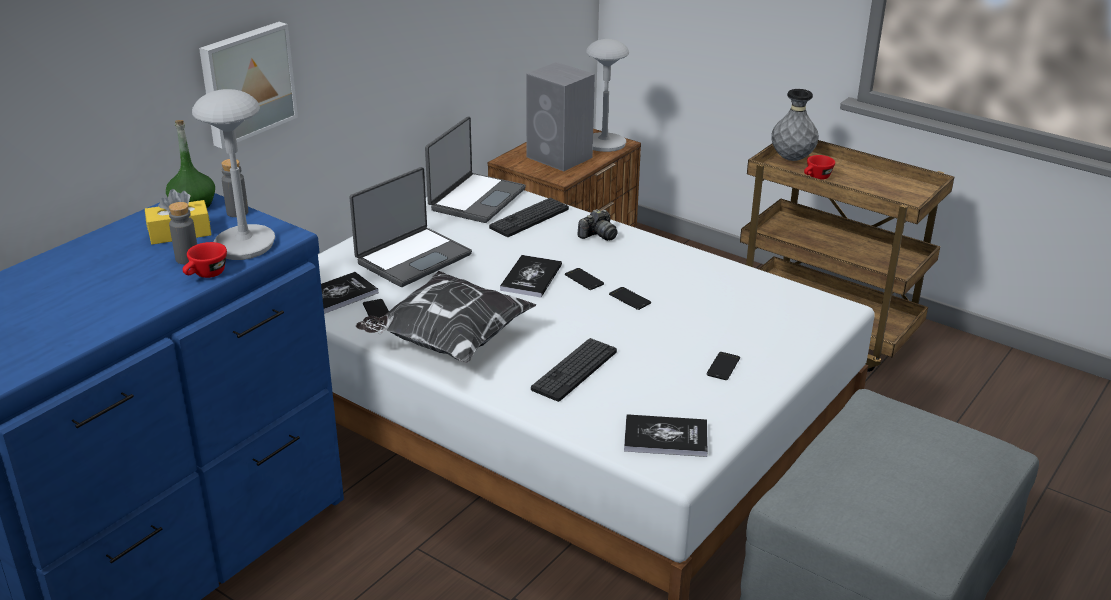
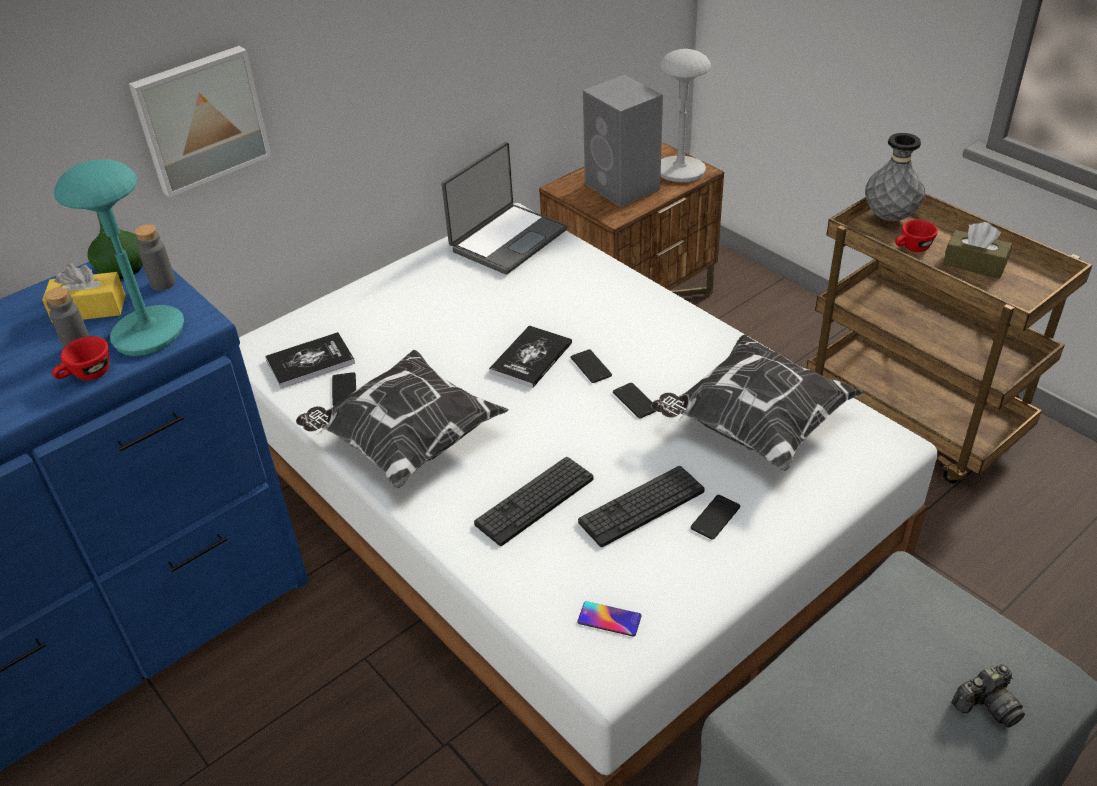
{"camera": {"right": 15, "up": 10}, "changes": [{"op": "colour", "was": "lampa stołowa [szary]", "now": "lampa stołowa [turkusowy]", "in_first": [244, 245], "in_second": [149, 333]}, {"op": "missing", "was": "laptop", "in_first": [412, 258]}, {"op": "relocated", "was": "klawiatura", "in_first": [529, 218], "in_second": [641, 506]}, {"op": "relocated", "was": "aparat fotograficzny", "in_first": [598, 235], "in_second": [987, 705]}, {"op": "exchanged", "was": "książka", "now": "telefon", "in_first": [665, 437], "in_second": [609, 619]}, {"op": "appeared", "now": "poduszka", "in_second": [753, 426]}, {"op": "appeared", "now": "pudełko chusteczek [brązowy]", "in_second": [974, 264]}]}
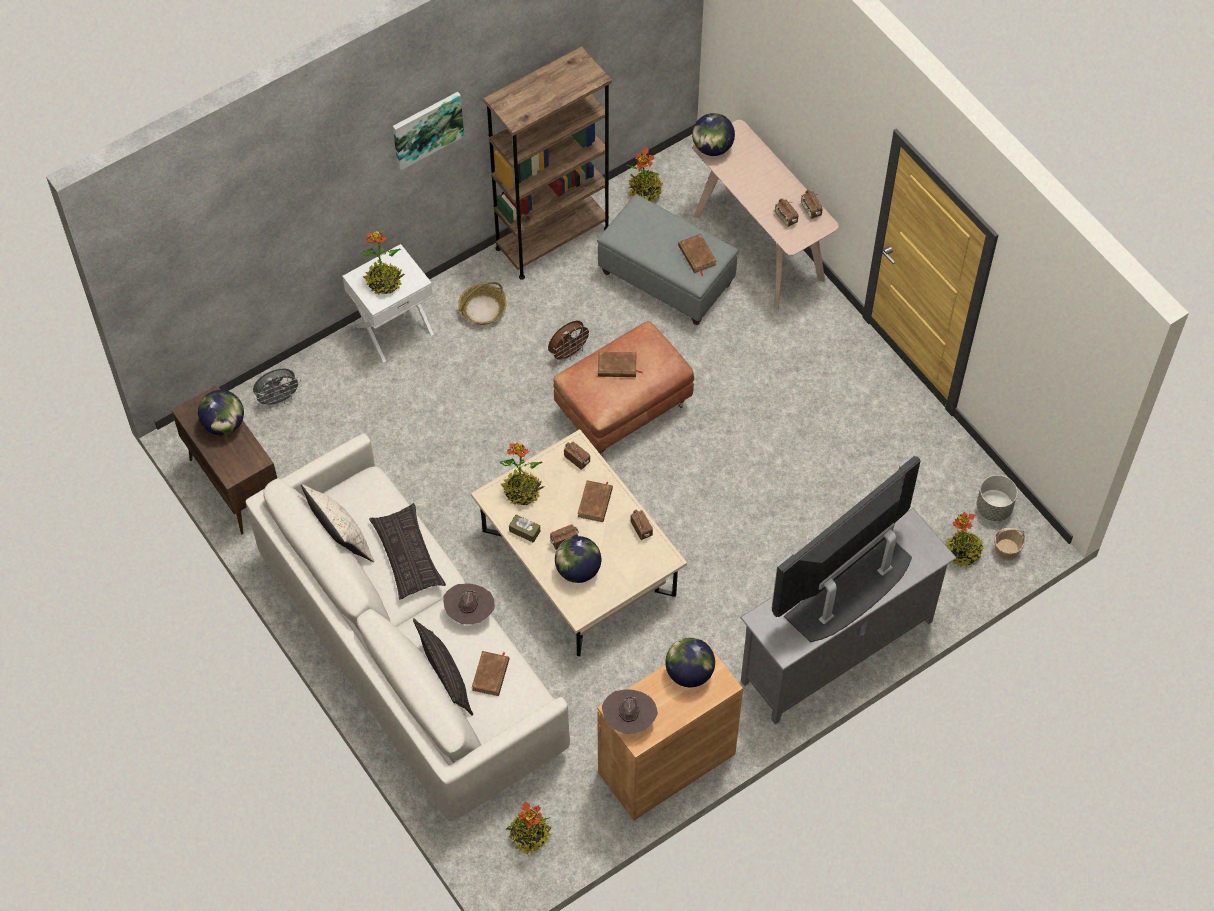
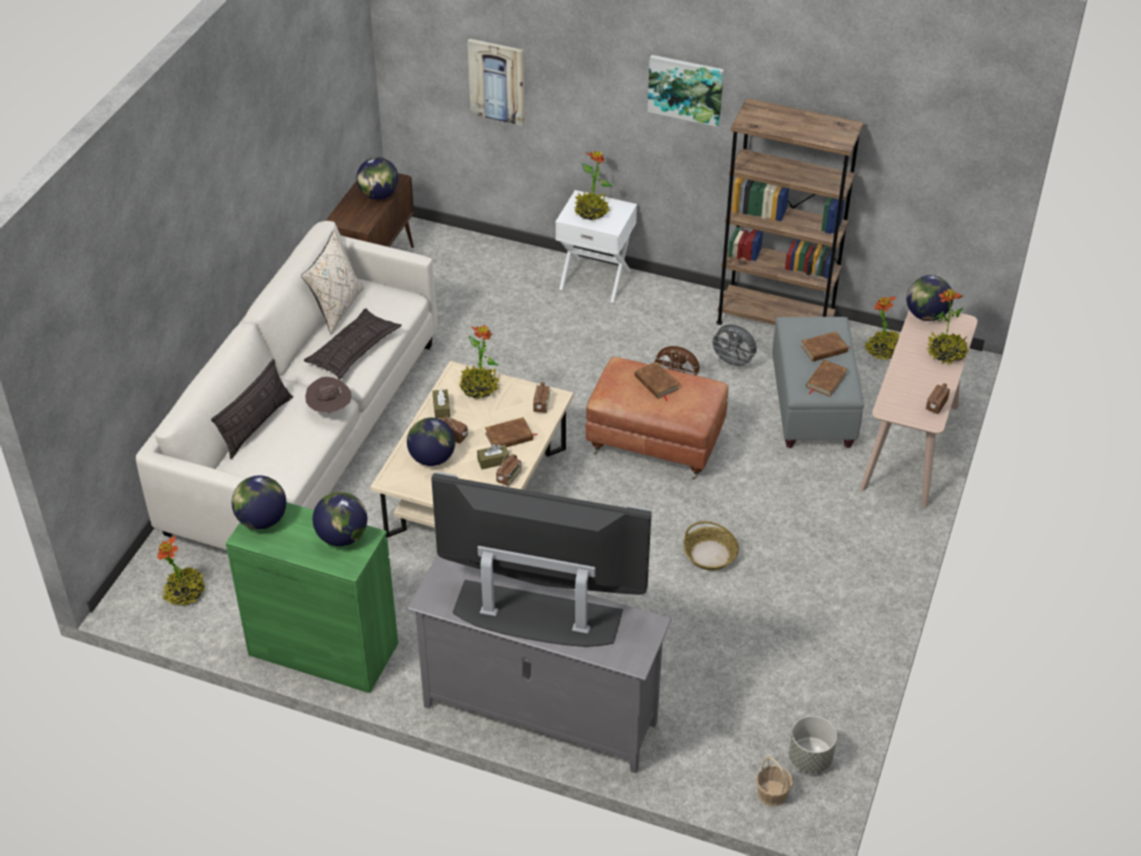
{"camera": {"right": 55, "up": -15}, "changes": [{"op": "relocated", "was": "wentylator [szary]", "in_first": [278, 399], "in_second": [733, 363]}, {"op": "relocated", "was": "koszyk", "in_first": [482, 309], "in_second": [710, 554]}, {"op": "relocated", "was": "książka [brązowy]", "in_first": [491, 675], "in_second": [824, 349]}, {"op": "colour", "was": "szafka [brązowy]", "now": "szafka [zielony]", "in_first": [666, 763], "in_second": [323, 649]}, {"op": "exchanged", "was": "kapelusz [brązowy]", "now": "globus", "in_first": [629, 719], "in_second": [261, 520]}, {"op": "missing", "was": "radio", "in_first": [785, 218]}, {"op": "relocated", "was": "roślina doniczkowa", "in_first": [962, 552], "in_second": [946, 353]}, {"op": "appeared", "now": "obraz", "in_second": [497, 81]}, {"op": "appeared", "now": "pudełko chusteczek [brązowy]", "in_second": [493, 461]}]}
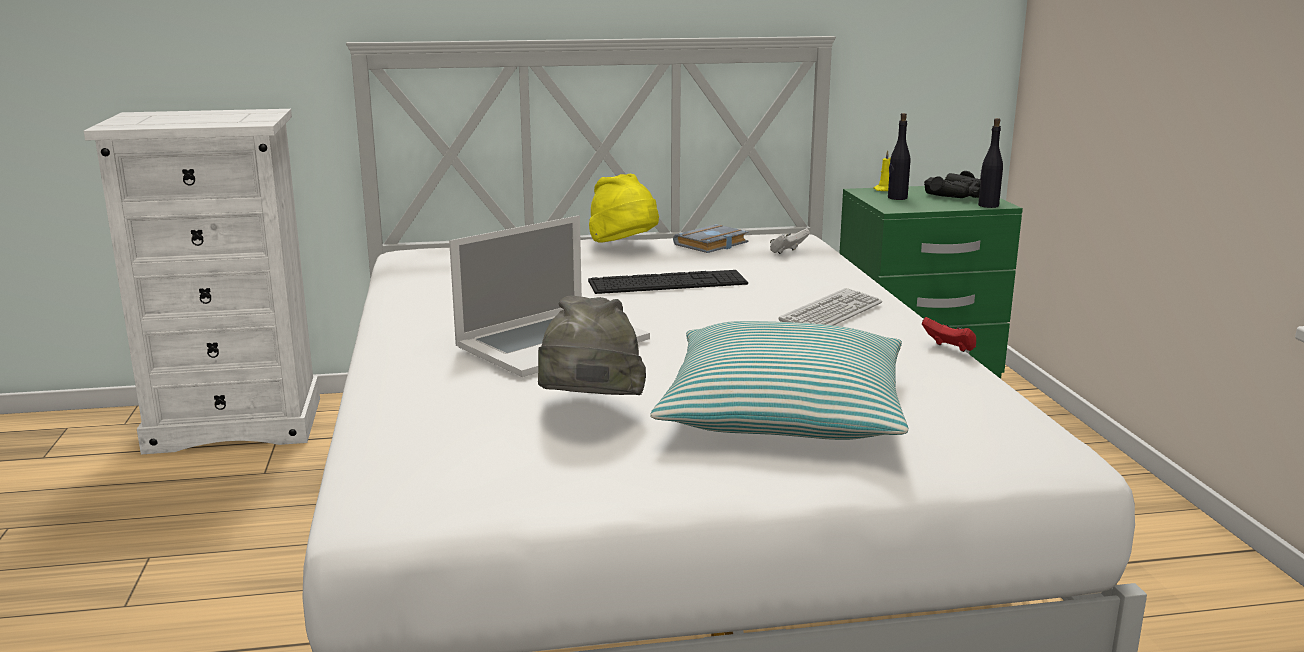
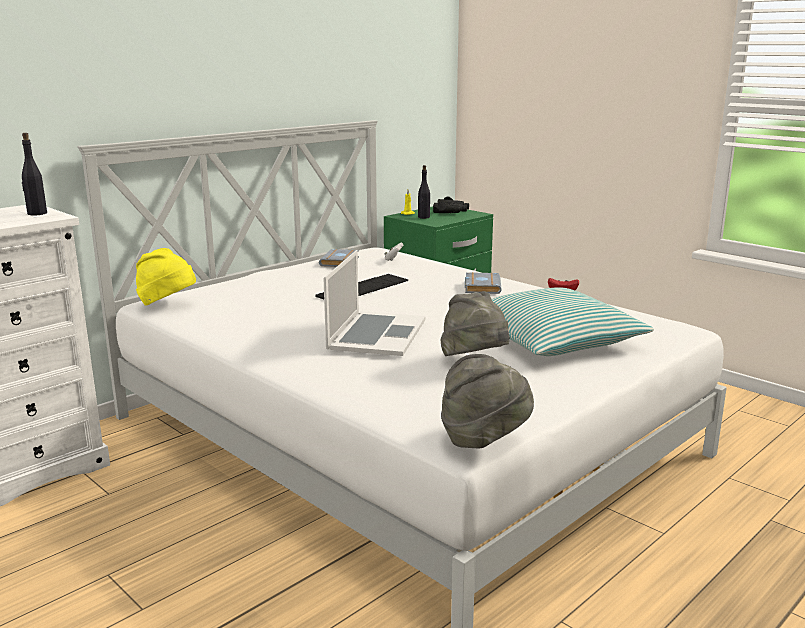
{"camera": {"right": -35, "up": 0}, "changes": [{"op": "relocated", "was": "kapelusz [żółty]", "in_first": [625, 246], "in_second": [168, 305]}, {"op": "exchanged", "was": "klawiatura", "now": "książka [szary]", "in_first": [831, 313], "in_second": [480, 287]}, {"op": "relocated", "was": "butelka [czarny]", "in_first": [988, 205], "in_second": [37, 213]}, {"op": "appeared", "now": "kapelusz [szary]", "in_second": [484, 439]}]}
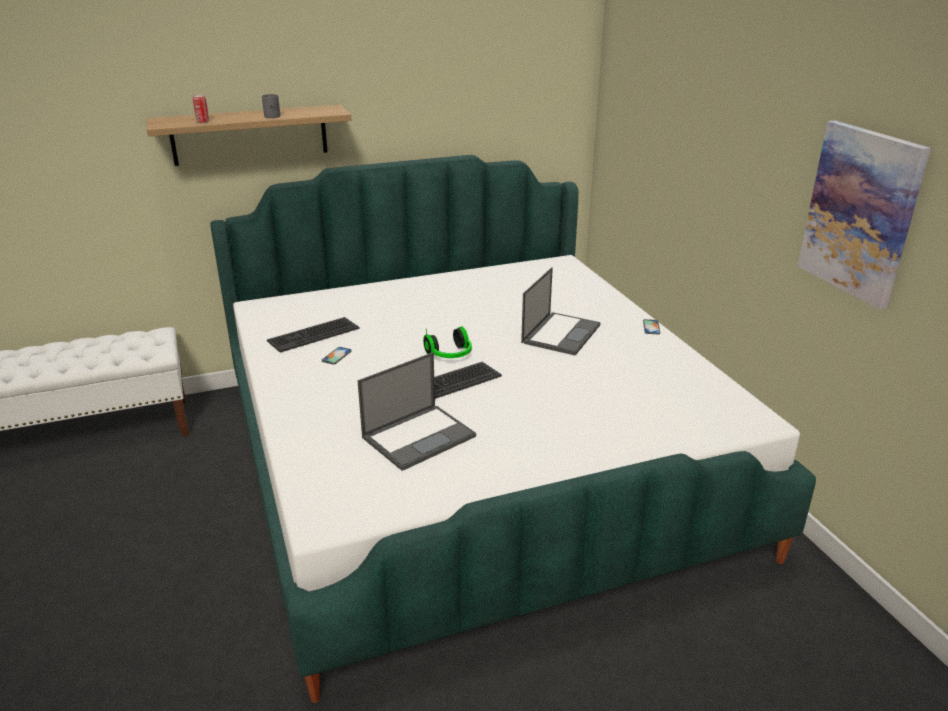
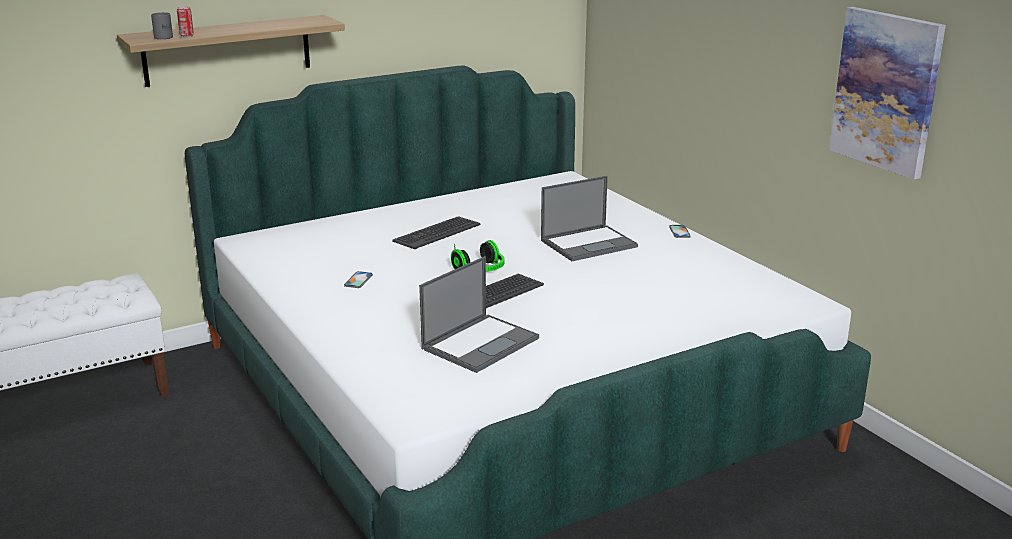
{"camera": {"right": -10, "up": -5}, "changes": [{"op": "relocated", "was": "kubek [szary]", "in_first": [273, 116], "in_second": [165, 37]}, {"op": "relocated", "was": "klawiatura", "in_first": [313, 335], "in_second": [436, 233]}, {"op": "spun", "was": "laptop", "in_first": [561, 333], "in_second": [589, 243], "clockwise": 45}]}
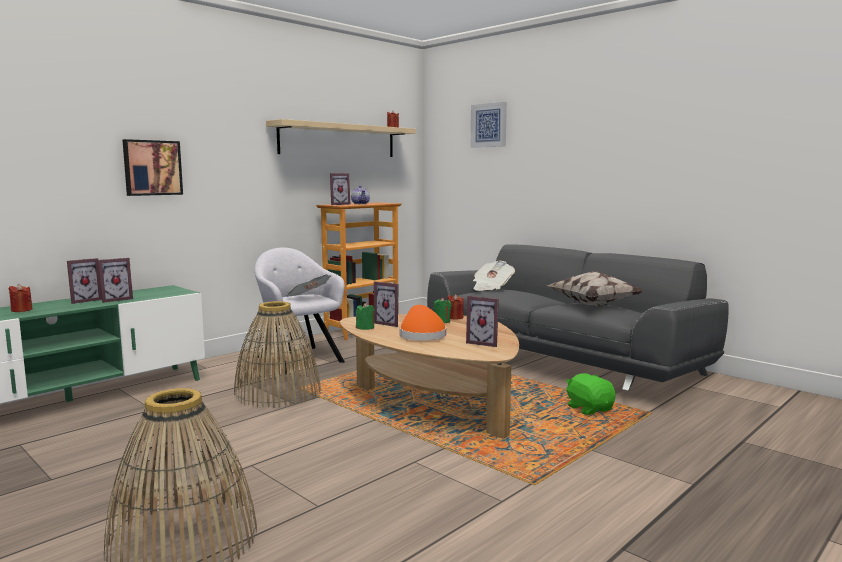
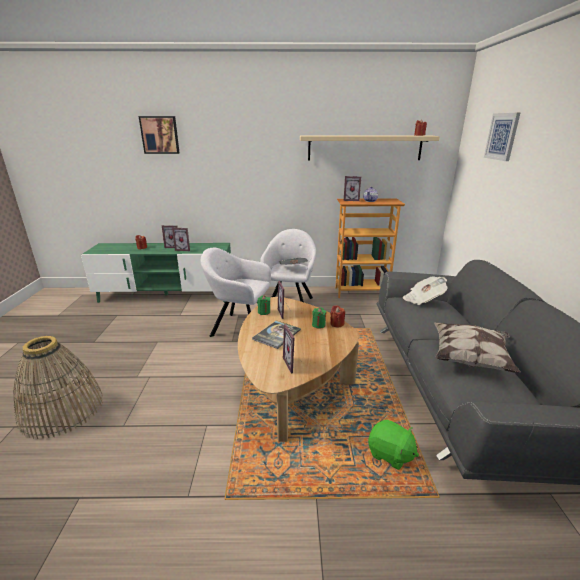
{"camera": {"right": 45, "up": 15}, "changes": [{"op": "relocated", "was": "obraz", "in_first": [152, 168], "in_second": [160, 135]}, {"op": "exchanged", "was": "koszyk", "now": "fotel [szary]", "in_first": [277, 392], "in_second": [239, 327]}, {"op": "exchanged", "was": "kapelusz [pomarańczowy]", "now": "książka", "in_first": [421, 335], "in_second": [276, 335]}, {"op": "spun", "was": "pluszak [zielony]", "in_first": [589, 409], "in_second": [390, 454], "clockwise": 105}]}
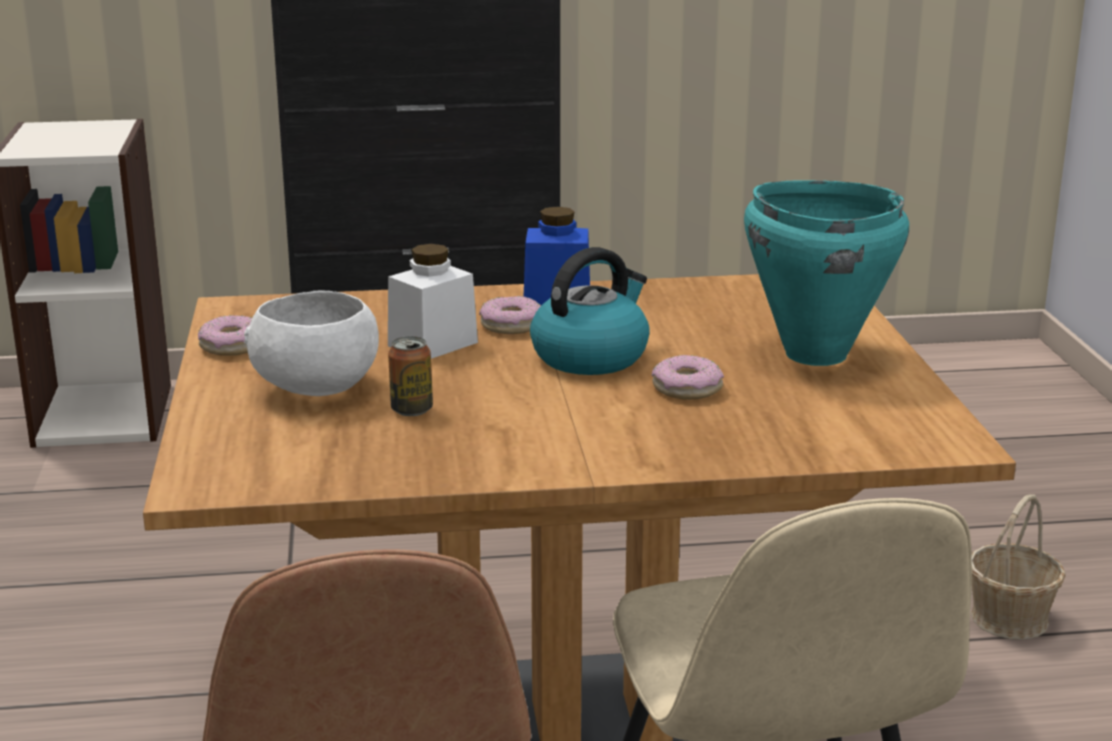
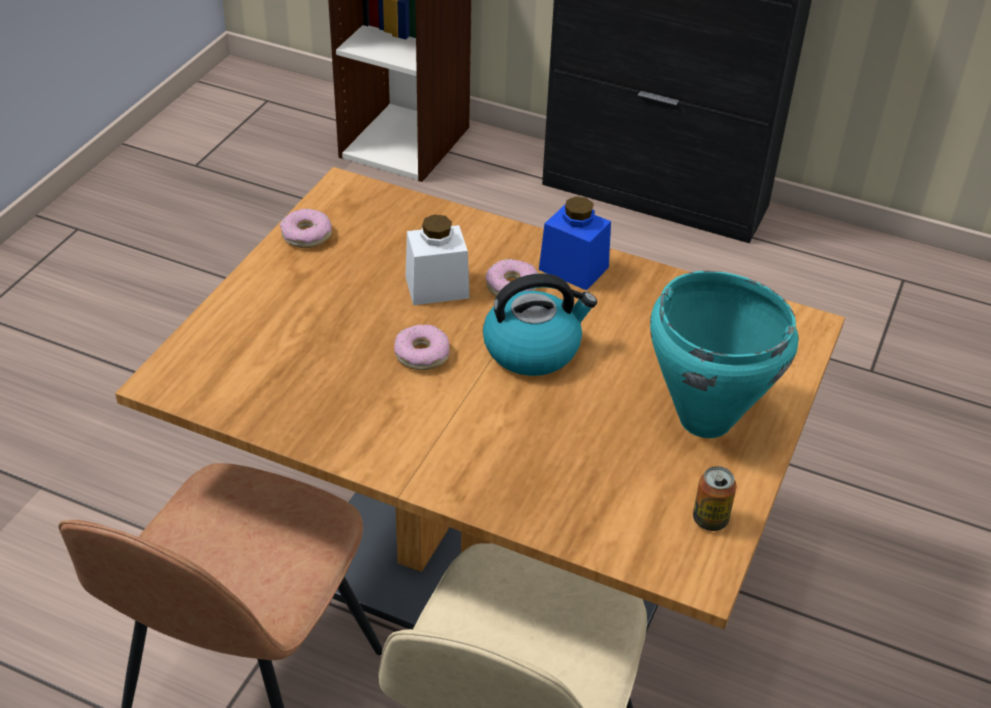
{"camera": {"right": 30, "up": 20}, "changes": [{"op": "missing", "was": "miska [biały]", "in_first": [315, 390]}, {"op": "relocated", "was": "puszka", "in_first": [411, 410], "in_second": [710, 519]}, {"op": "relocated", "was": "donut", "in_first": [687, 388], "in_second": [422, 354]}, {"op": "missing", "was": "koszyk", "in_first": [1010, 619]}]}
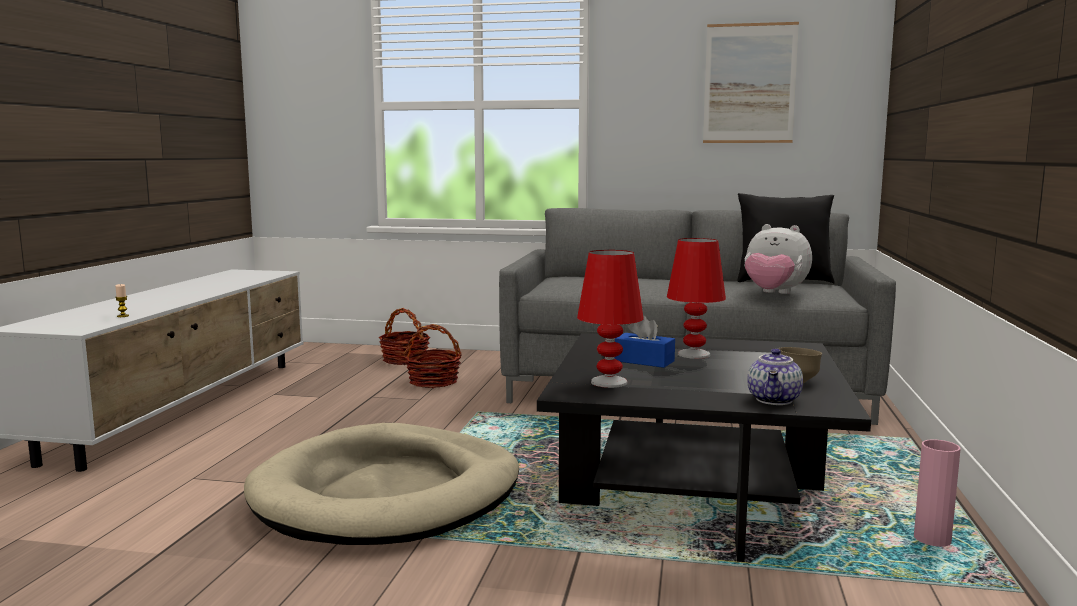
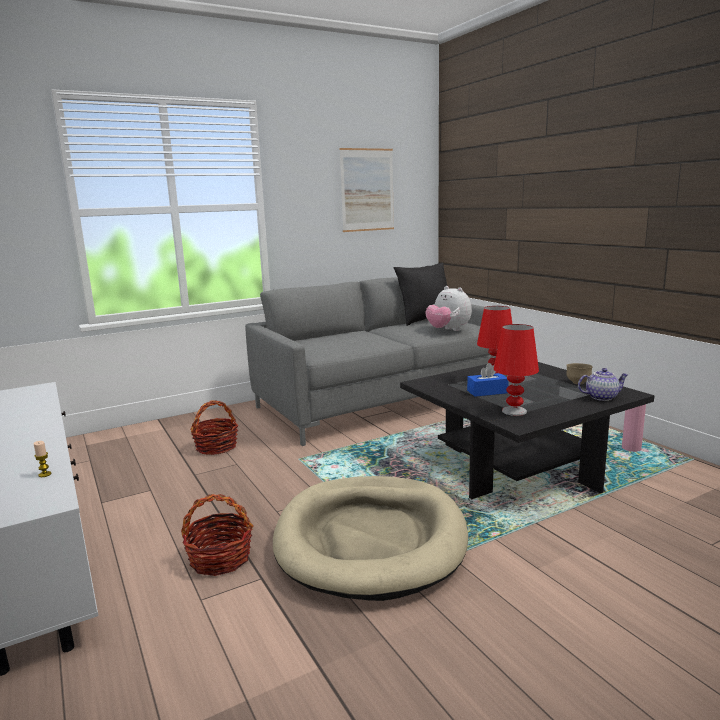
{"camera": {"right": -40, "up": 5}, "changes": [{"op": "relocated", "was": "koszyk", "in_first": [404, 360], "in_second": [220, 559]}, {"op": "spun", "was": "pluszak", "in_first": [774, 294], "in_second": [448, 330], "clockwise": 60}, {"op": "spun", "was": "imbryk", "in_first": [775, 400], "in_second": [601, 397], "clockwise": -75}]}
